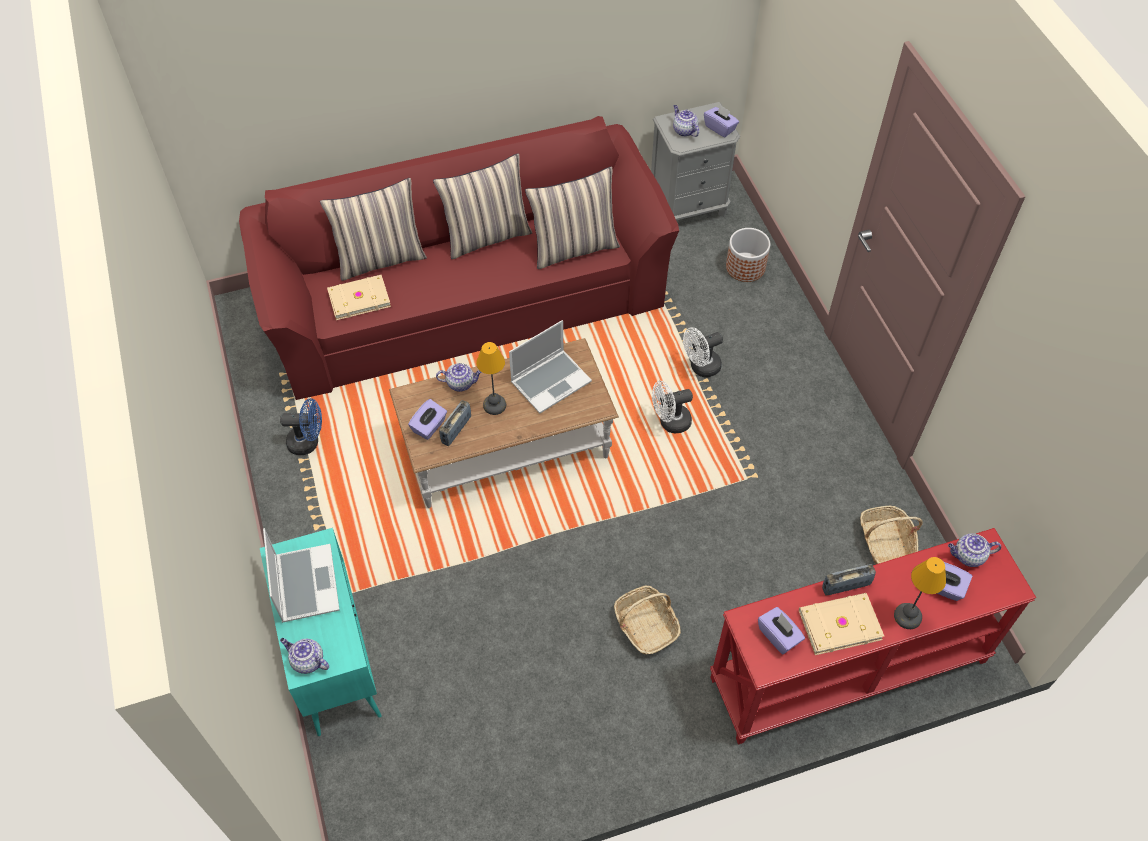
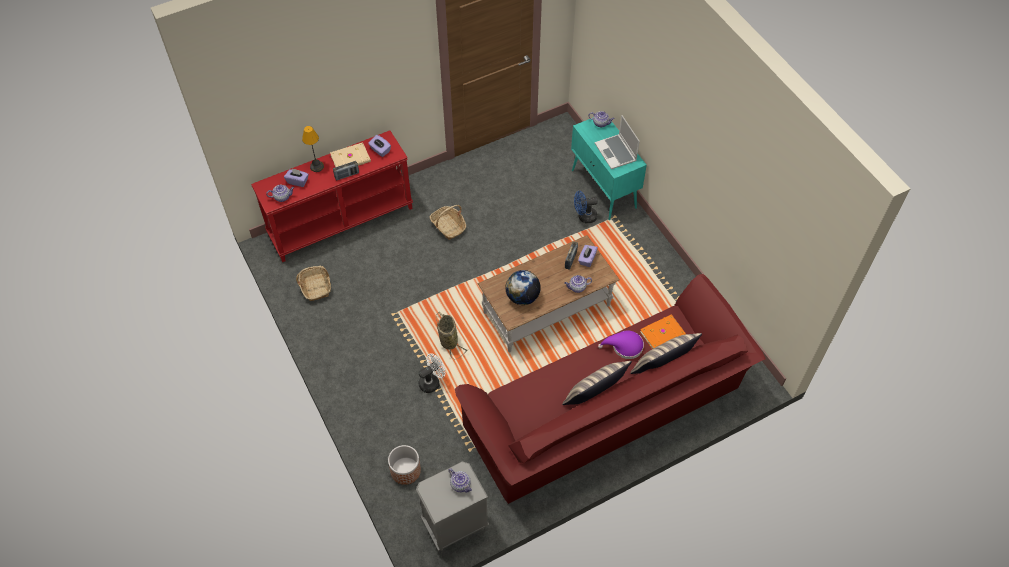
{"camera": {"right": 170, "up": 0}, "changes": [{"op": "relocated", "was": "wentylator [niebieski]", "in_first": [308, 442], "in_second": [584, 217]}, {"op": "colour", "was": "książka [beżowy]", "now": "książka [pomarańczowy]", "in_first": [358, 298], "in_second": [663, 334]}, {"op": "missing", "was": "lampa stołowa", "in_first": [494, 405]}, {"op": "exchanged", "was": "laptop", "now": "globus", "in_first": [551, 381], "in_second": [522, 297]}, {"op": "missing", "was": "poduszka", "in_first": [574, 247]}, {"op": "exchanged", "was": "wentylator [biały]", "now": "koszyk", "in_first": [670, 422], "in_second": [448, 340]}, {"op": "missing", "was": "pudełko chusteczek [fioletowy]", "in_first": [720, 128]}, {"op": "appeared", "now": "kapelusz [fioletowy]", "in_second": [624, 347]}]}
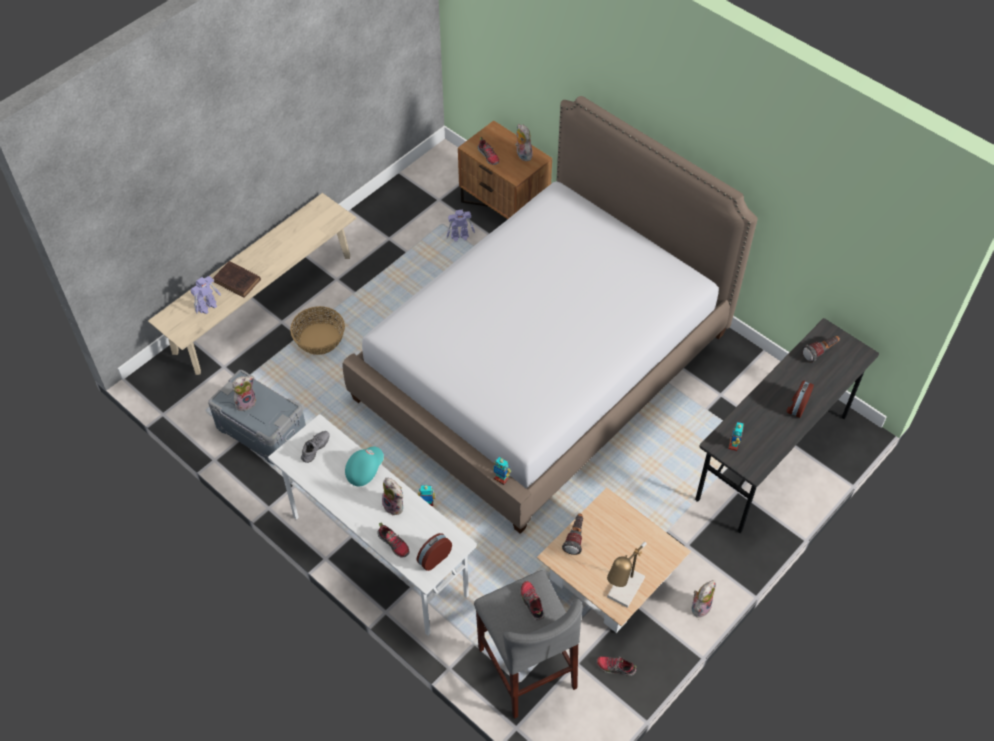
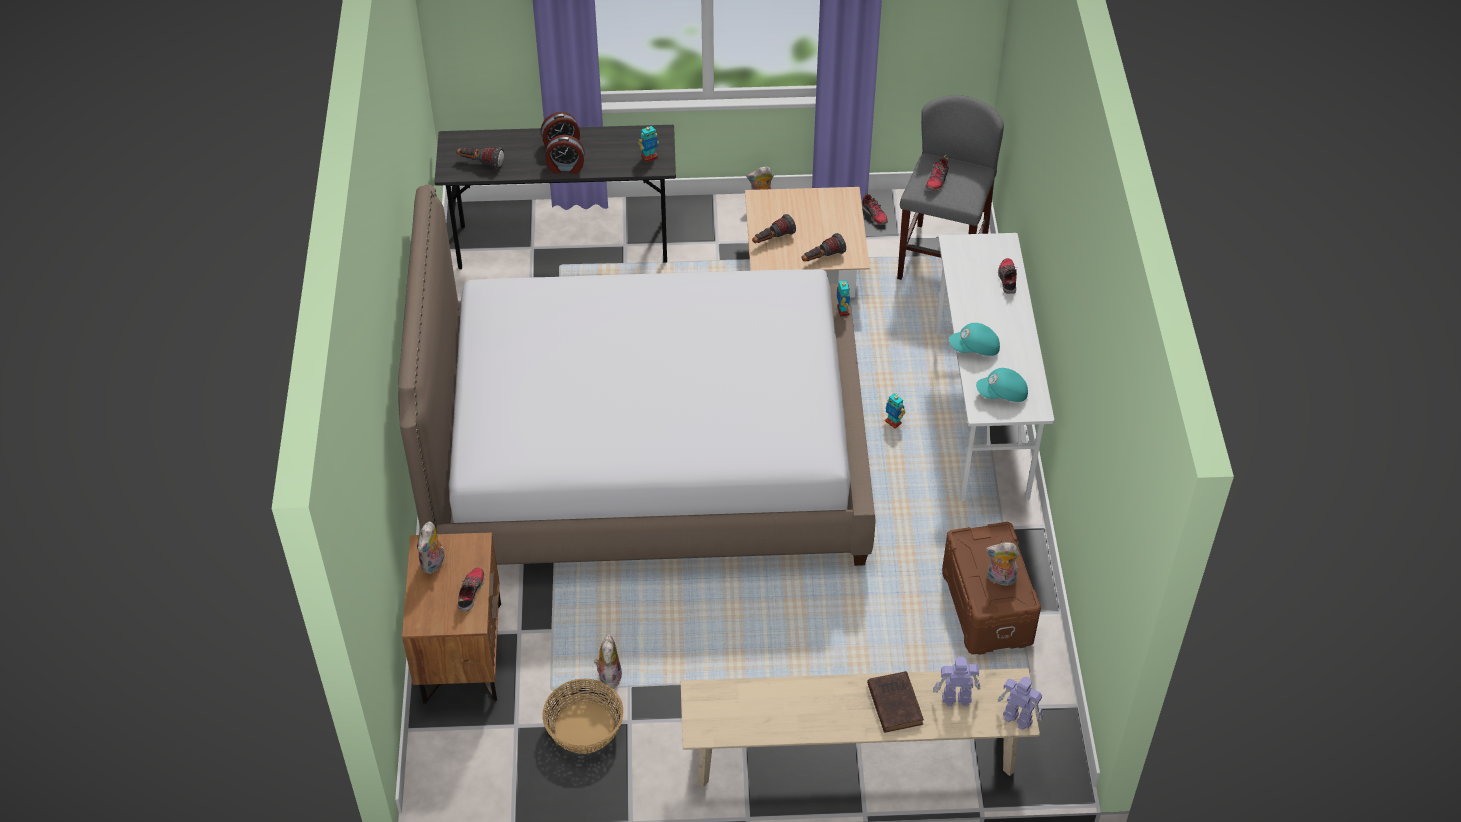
{"camera": {"right": -135, "up": -5}, "changes": [{"op": "colour", "was": "pojemnik do przechowywania [szary]", "now": "pojemnik do przechowywania [brązowy]", "in_first": [261, 430], "in_second": [988, 606]}, {"op": "relocated", "was": "koszyk", "in_first": [319, 338], "in_second": [584, 728]}, {"op": "exchanged", "was": "but [szary]", "now": "czapka z daszkiem [turkusowy]", "in_first": [316, 450], "in_second": [1002, 394]}, {"op": "relocated", "was": "pluszak", "in_first": [395, 505], "in_second": [608, 675]}, {"op": "relocated", "was": "budzik", "in_first": [433, 557], "in_second": [565, 168]}, {"op": "relocated", "was": "robot zabawkowy", "in_first": [460, 236], "in_second": [1017, 717]}, {"op": "missing", "was": "lampa stołowa", "in_first": [624, 592]}, {"op": "appeared", "now": "latarka", "in_second": [772, 239]}]}
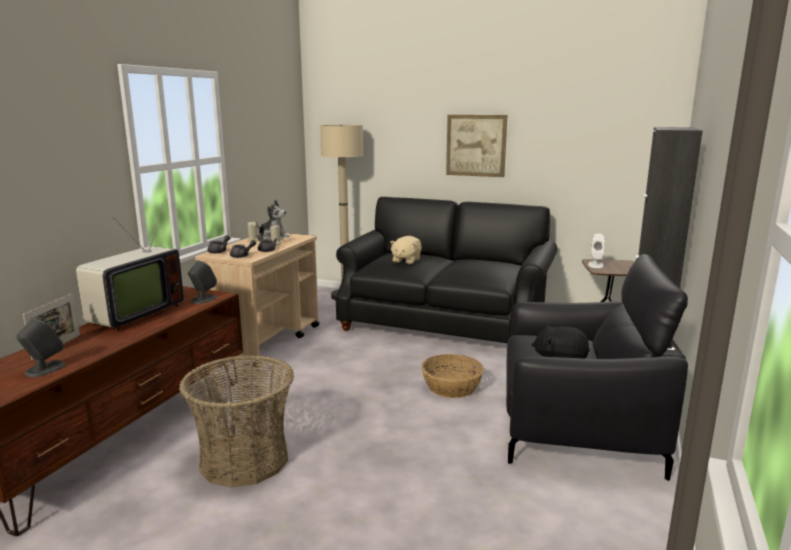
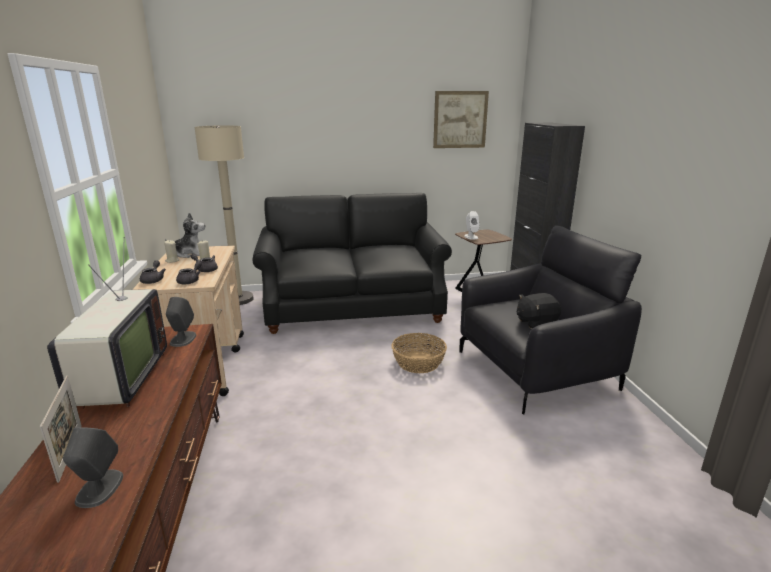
{"camera": {"right": -30, "up": 5}, "changes": [{"op": "missing", "was": "koszyk", "in_first": [244, 459]}, {"op": "missing", "was": "pluszak [beżowy]", "in_first": [406, 261]}, {"op": "relocated", "was": "obraz", "in_first": [476, 145], "in_second": [460, 119]}]}
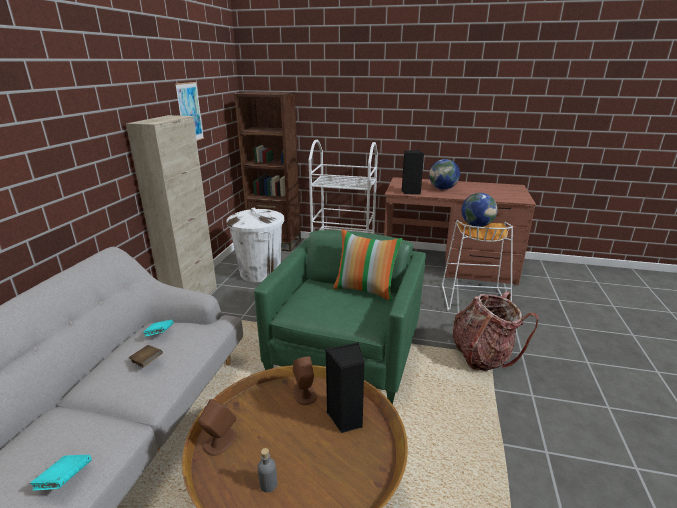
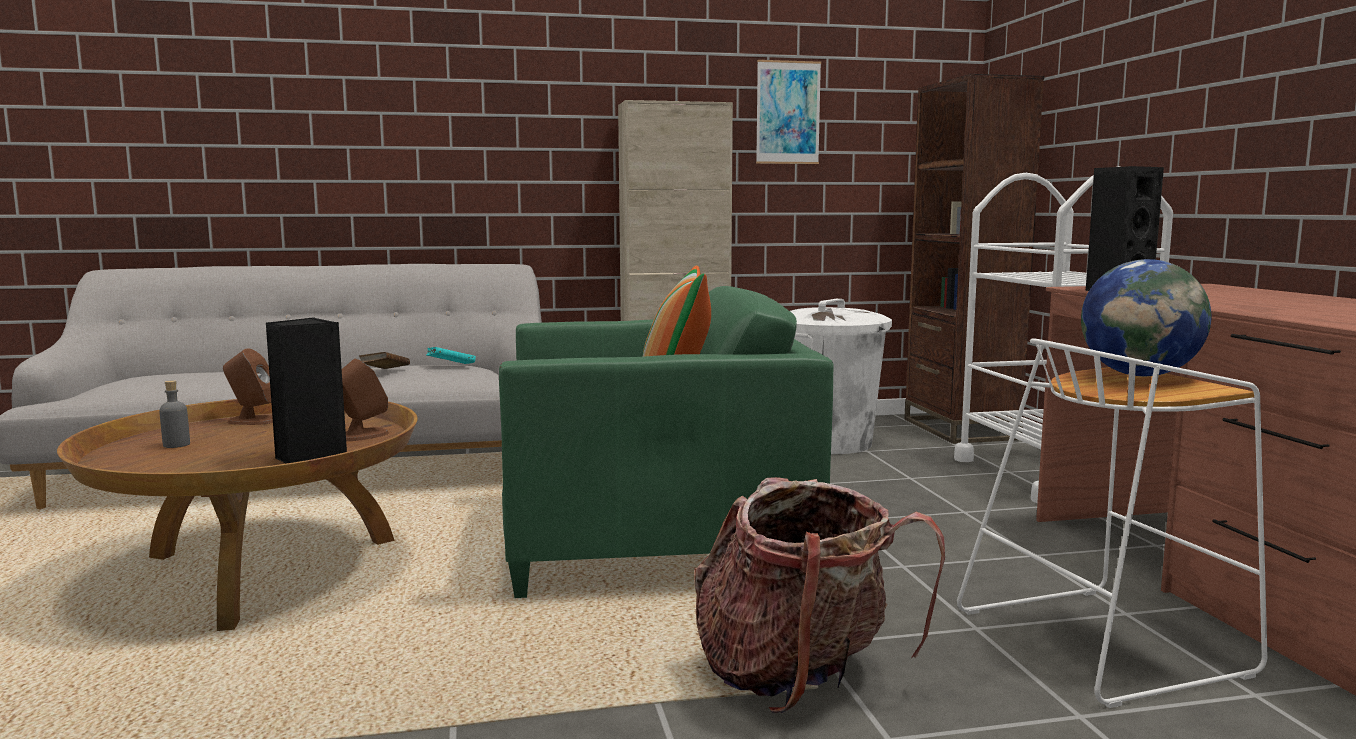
{"camera": {"right": 65, "up": -15}, "changes": [{"op": "missing", "was": "książka [turkusowy]", "in_first": [65, 480]}, {"op": "missing", "was": "globus", "in_first": [442, 188]}]}
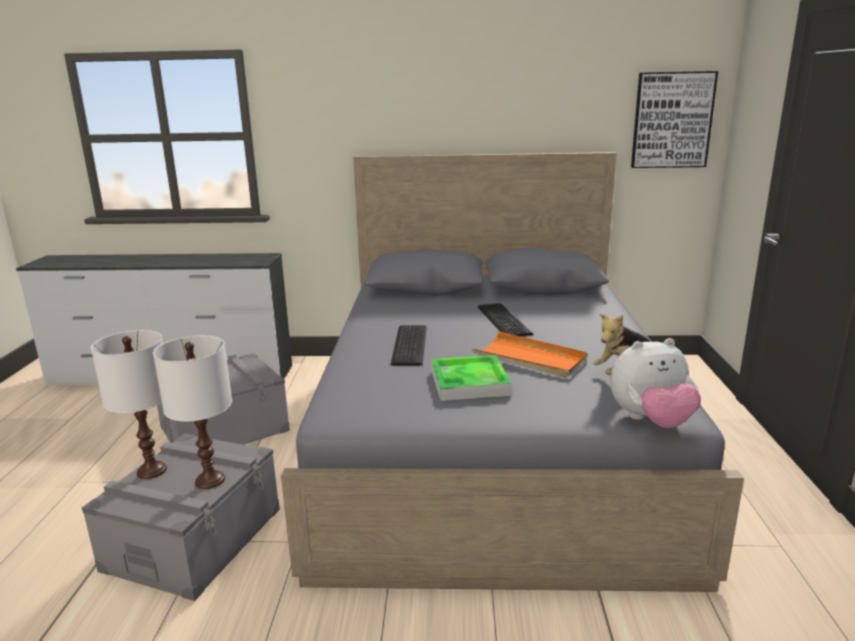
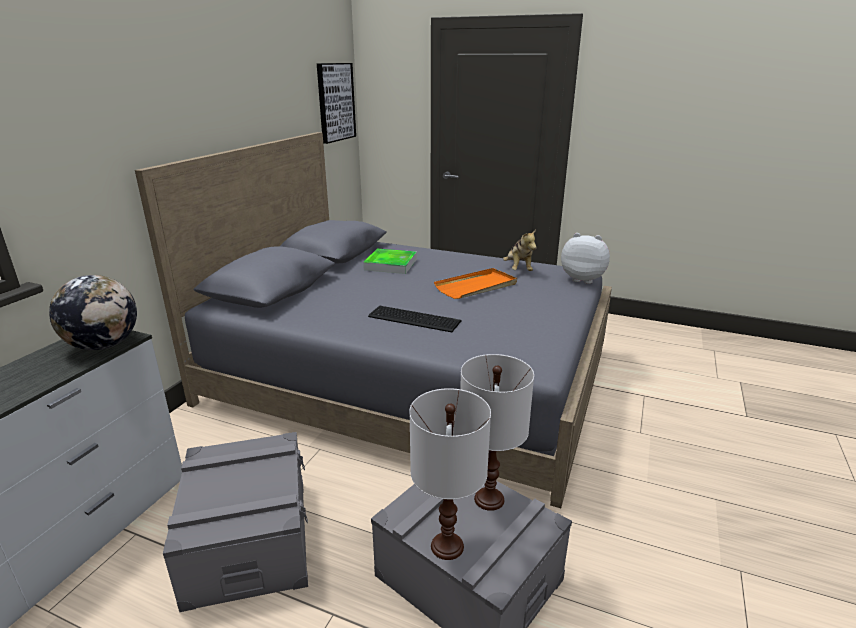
{"camera": {"right": -70, "up": 5}, "changes": [{"op": "relocated", "was": "taca", "in_first": [469, 382], "in_second": [391, 264]}, {"op": "missing", "was": "klawiatura", "in_first": [504, 319]}, {"op": "spun", "was": "pluszak", "in_first": [651, 421], "in_second": [583, 279], "clockwise": -75}, {"op": "appeared", "now": "globus", "in_second": [104, 345]}]}
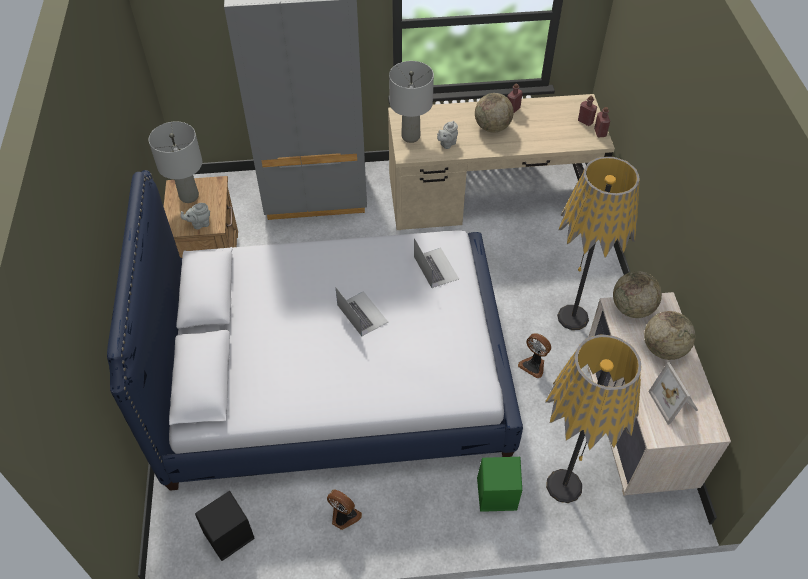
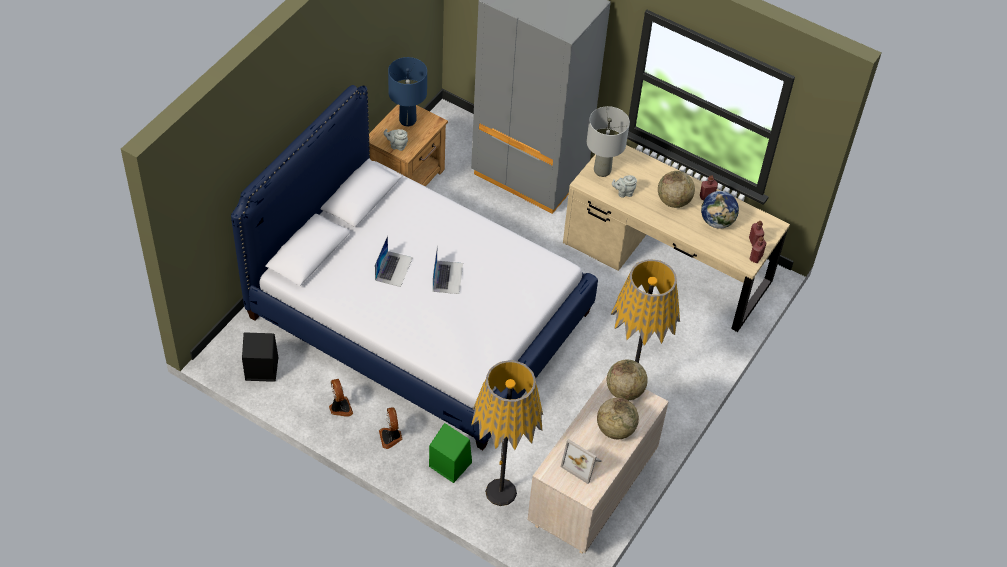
{"camera": {"right": 35, "up": 0}, "changes": [{"op": "colour", "was": "lampa stołowa [szary]", "now": "lampa stołowa [niebieski]", "in_first": [189, 196], "in_second": [408, 120]}, {"op": "relocated", "was": "laptop", "in_first": [435, 267], "in_second": [394, 268]}, {"op": "relocated", "was": "wentylator", "in_first": [533, 365], "in_second": [391, 437]}, {"op": "spun", "was": "ramka na zdjęcie", "in_first": [675, 402], "in_second": [583, 464], "clockwise": -75}, {"op": "appeared", "now": "globus", "in_second": [717, 221]}]}
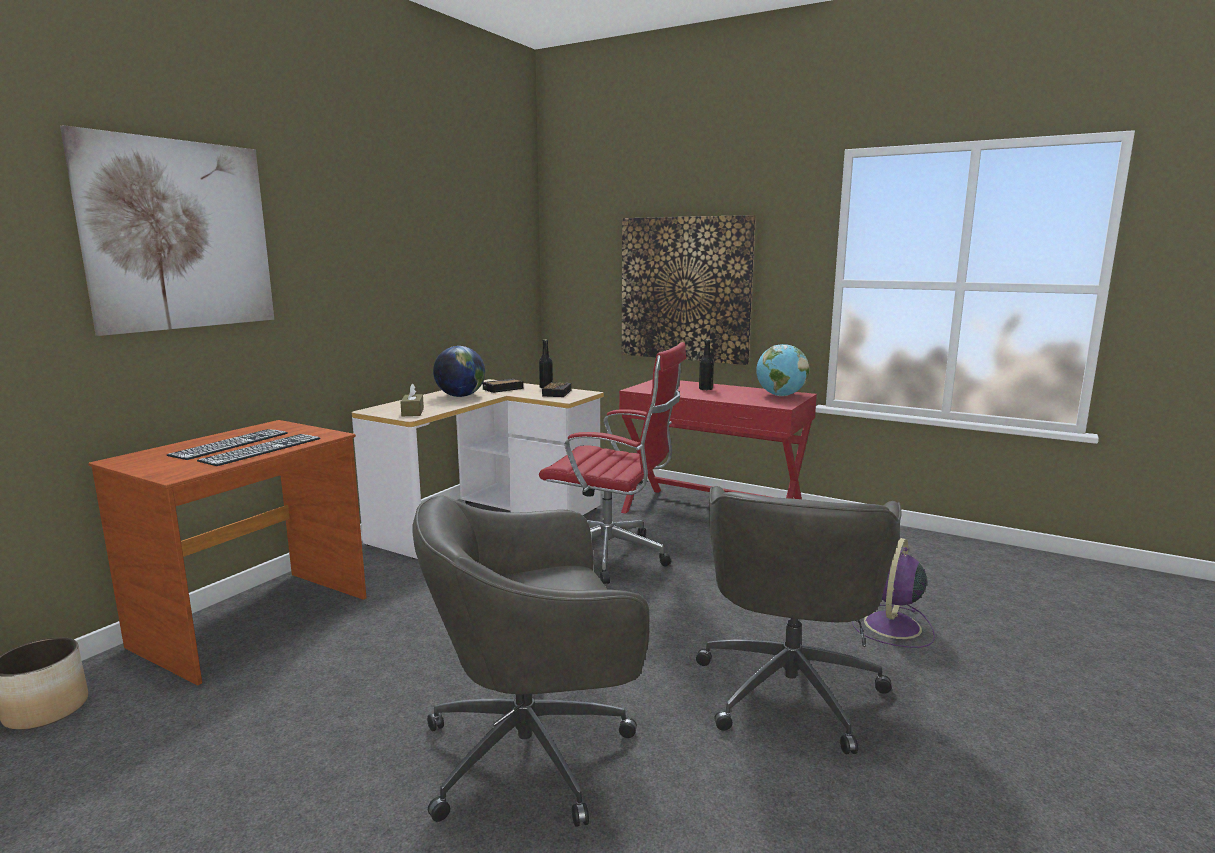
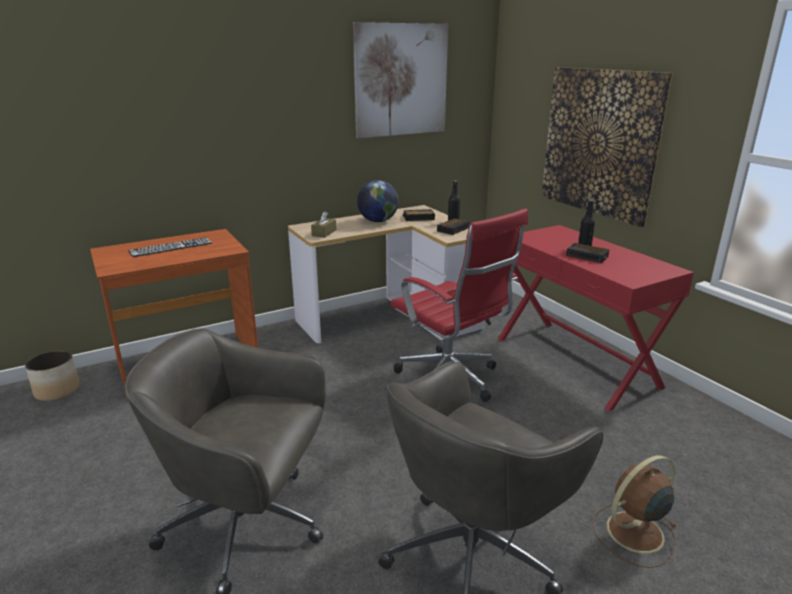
{"camera": {"right": 30, "up": 10}, "changes": [{"op": "relocated", "was": "obraz", "in_first": [179, 235], "in_second": [401, 80]}, {"op": "missing", "was": "klawiatura", "in_first": [262, 449]}, {"op": "missing", "was": "globus", "in_first": [780, 395]}, {"op": "colour", "was": "wentylator [fioletowy]", "now": "wentylator [brązowy]", "in_first": [892, 626], "in_second": [633, 533]}, {"op": "appeared", "now": "budzik", "in_second": [588, 256]}]}
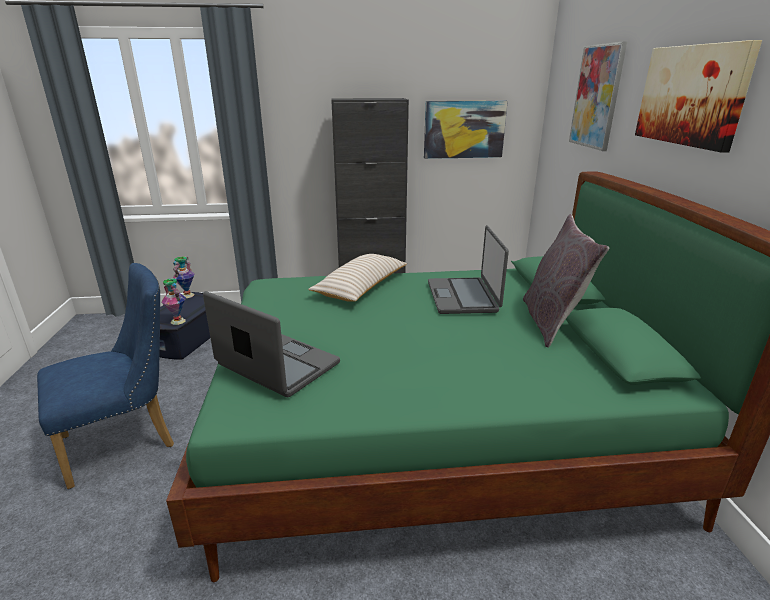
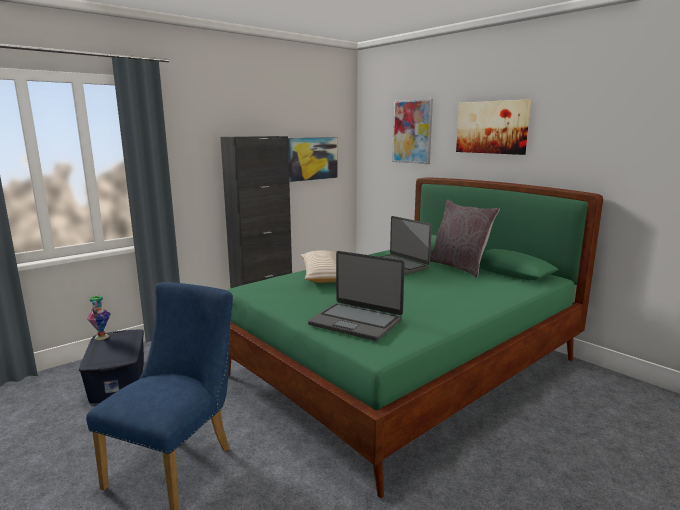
{"camera": {"right": -35, "up": -10}, "changes": [{"op": "missing", "was": "wazon", "in_first": [178, 321]}, {"op": "spun", "was": "laptop", "in_first": [277, 365], "in_second": [356, 322], "clockwise": -150}]}
